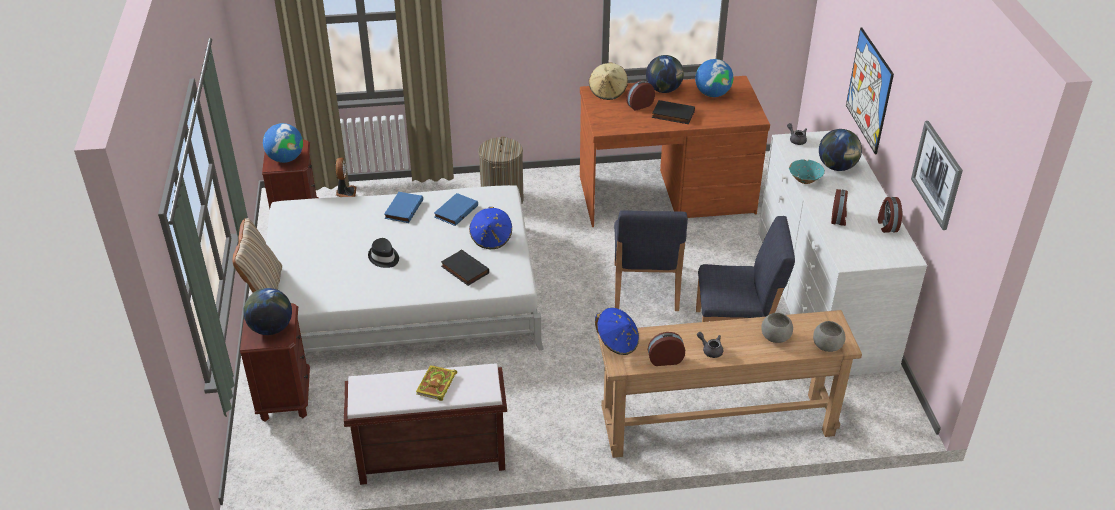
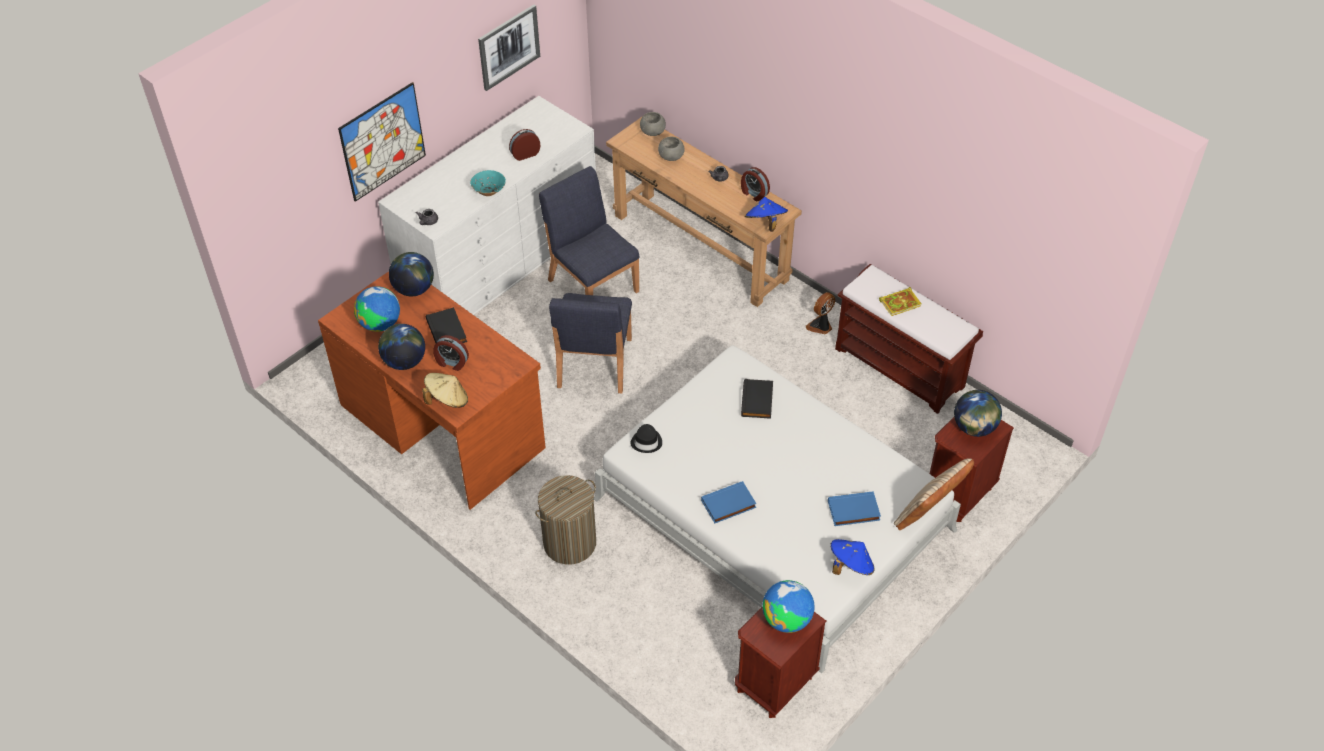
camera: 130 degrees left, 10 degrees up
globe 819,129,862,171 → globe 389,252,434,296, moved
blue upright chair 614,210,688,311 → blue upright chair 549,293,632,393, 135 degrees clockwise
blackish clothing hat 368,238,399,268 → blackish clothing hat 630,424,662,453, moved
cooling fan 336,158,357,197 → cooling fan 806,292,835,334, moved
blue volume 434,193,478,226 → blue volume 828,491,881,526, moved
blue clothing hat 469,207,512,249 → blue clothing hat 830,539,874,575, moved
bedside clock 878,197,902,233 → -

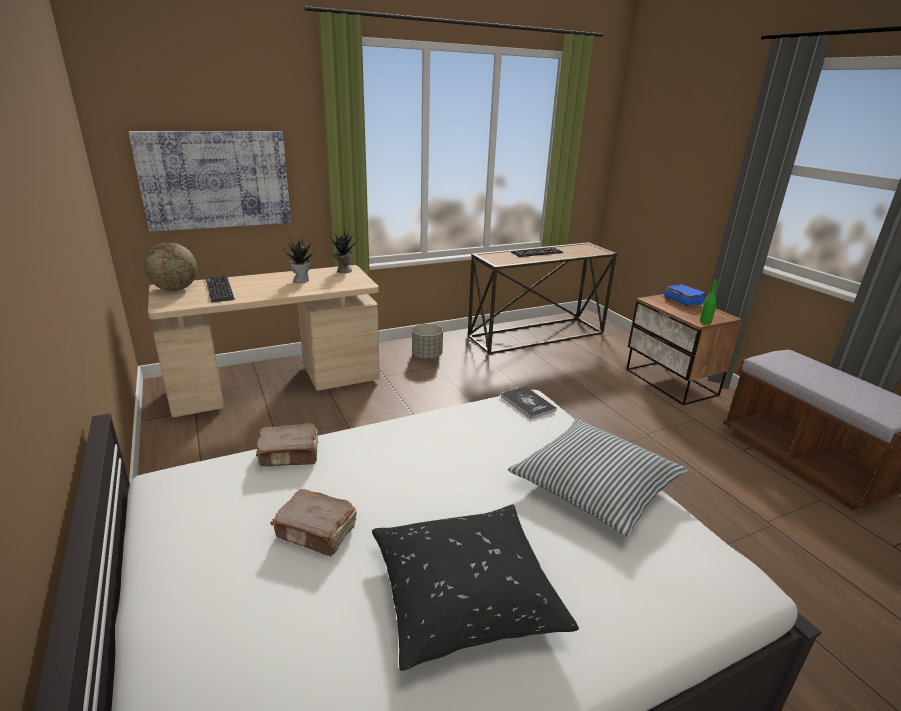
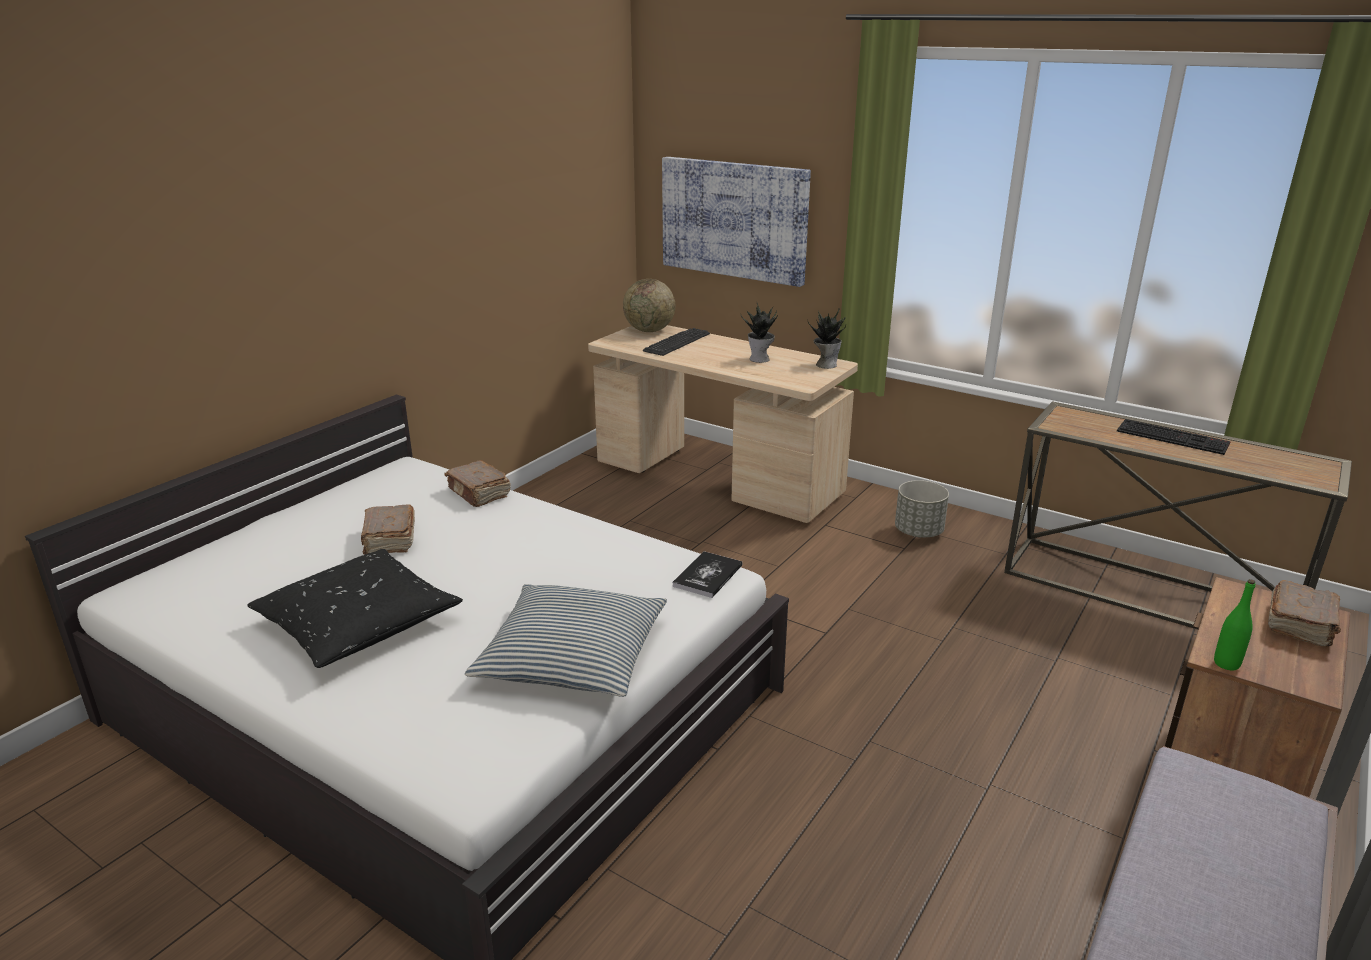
camera: 60 degrees right, 0 degrees up
blue volume 664,284,707,306 → brown volume 1268,580,1341,647

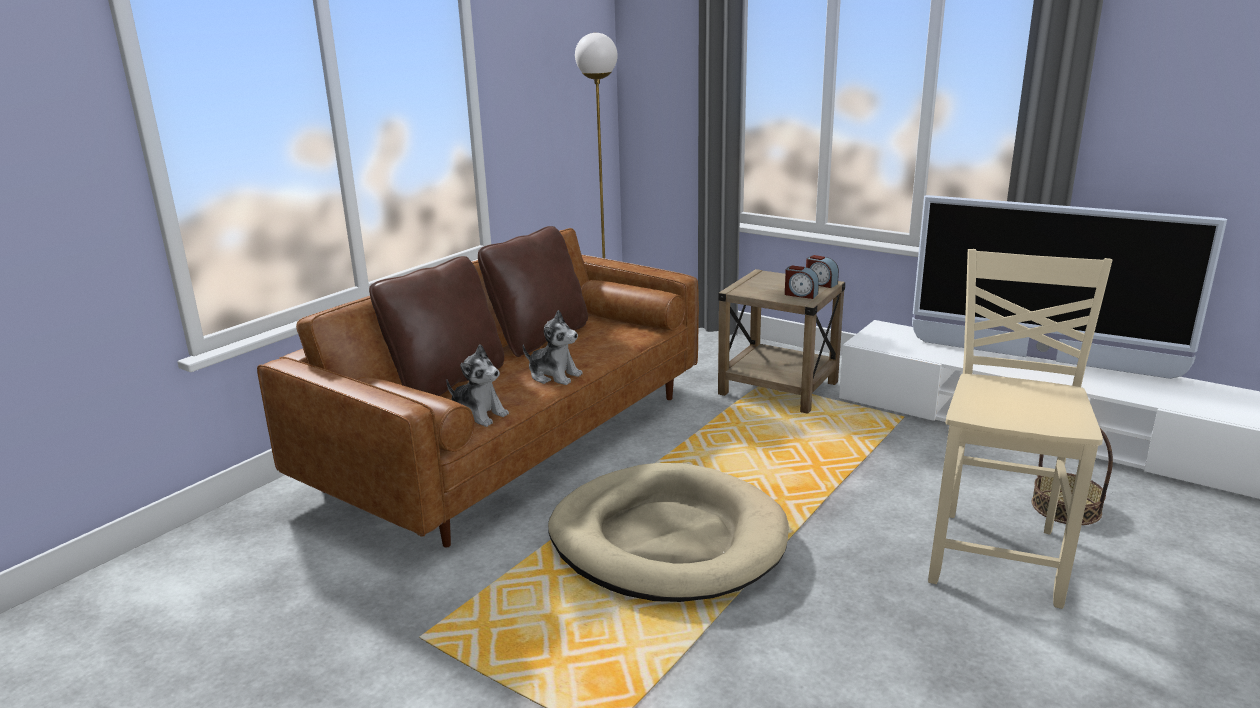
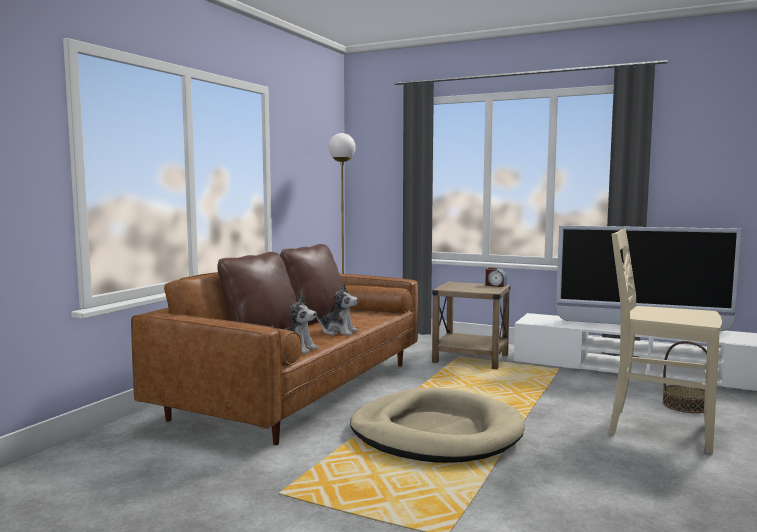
camera: 10 degrees left, 15 degrees down
sand-coloured upright chair 928,249,1113,609 → sand-coloured upright chair 609,228,722,454, 75 degrees counterclockwise
bedside clock 785,266,819,299 → -

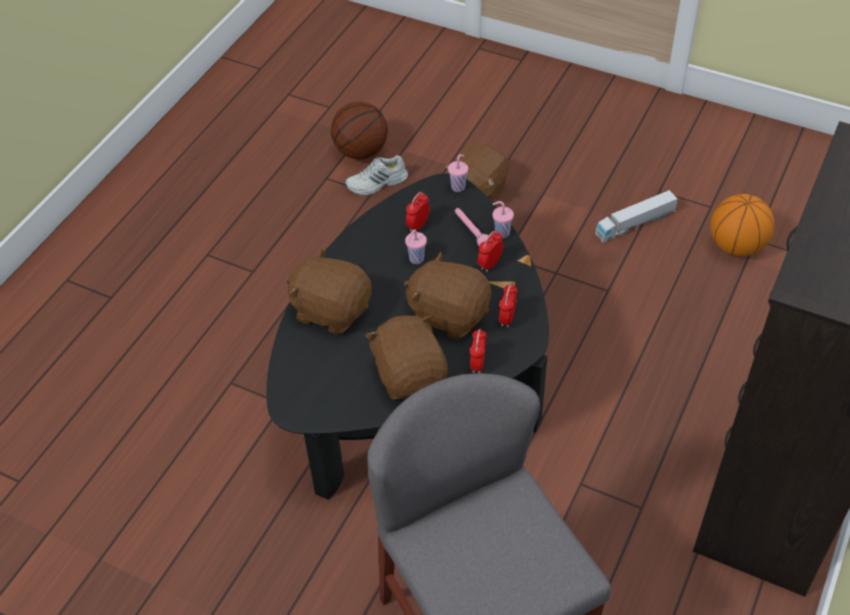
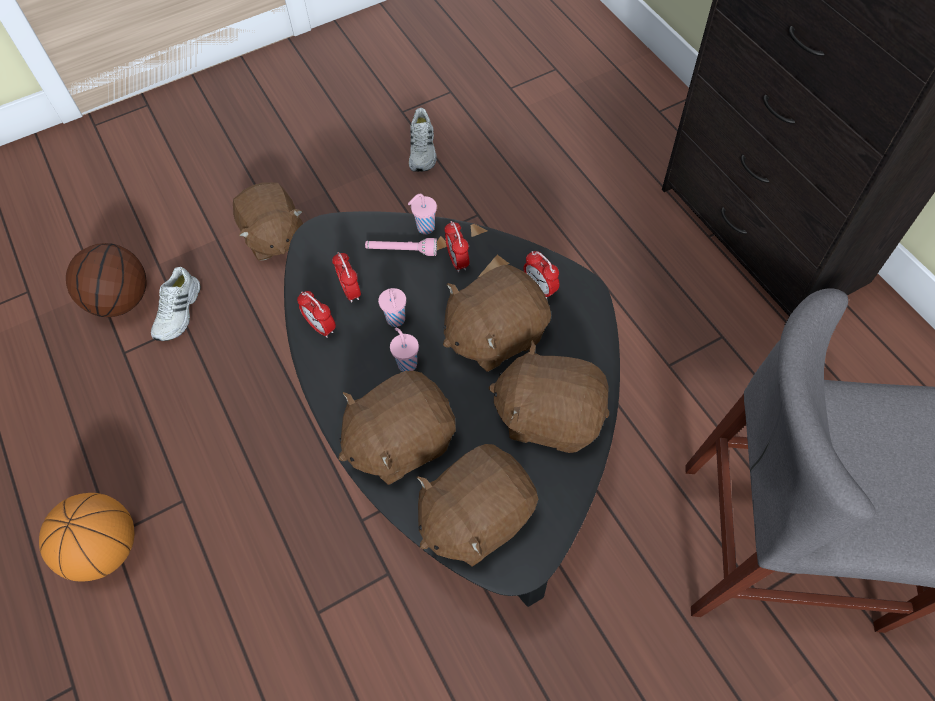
camera: 55 degrees left, 10 degrees up
basketball 711,194,774,256 → basketball 39,493,134,581, moved
bedside clock 469,329,487,373 → bedside clock 297,291,336,338, moved
pinkish drinking cup 448,154,468,192 → pinkish drinking cup 390,327,419,372, moved
model truck 595,190,678,243 → white-coloured item of footwear 409,108,437,172
- → brown plush toy 417,444,538,567

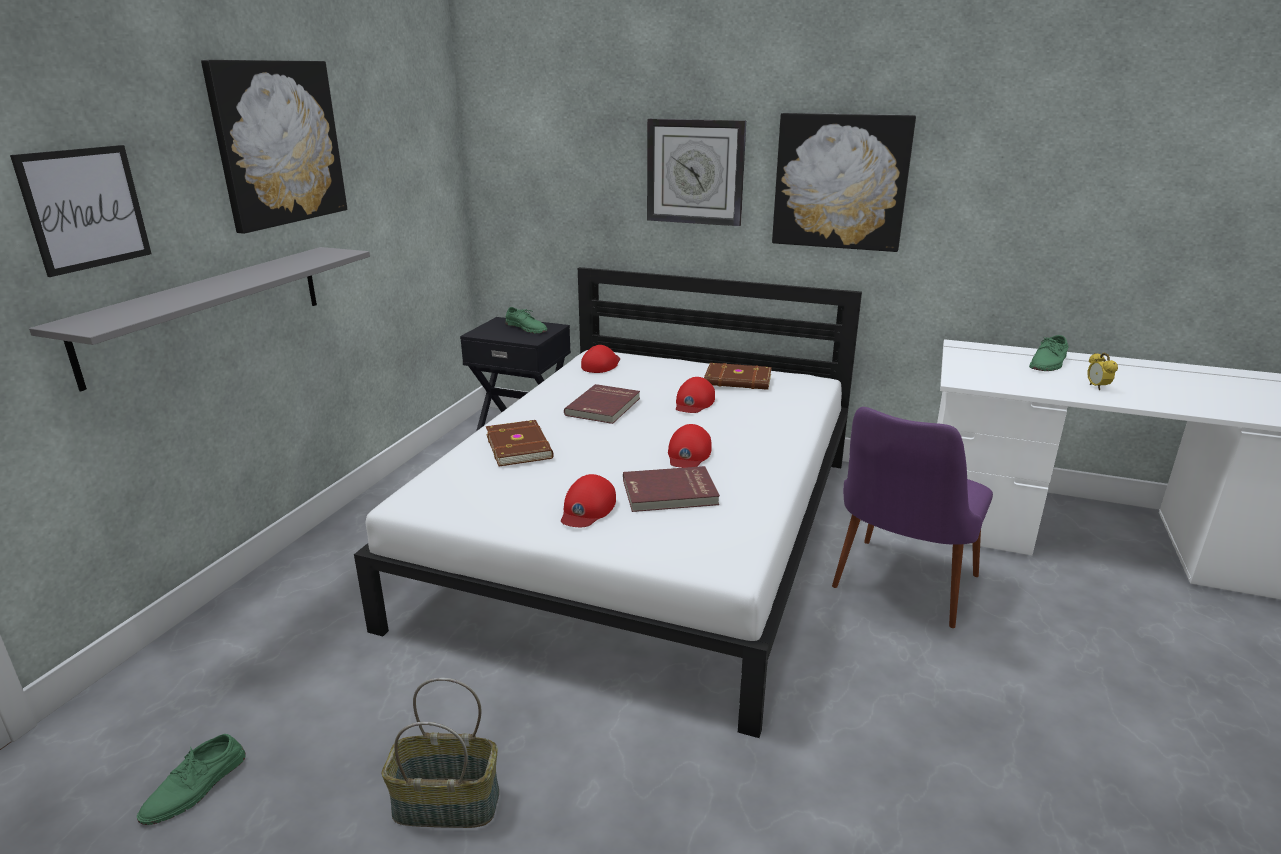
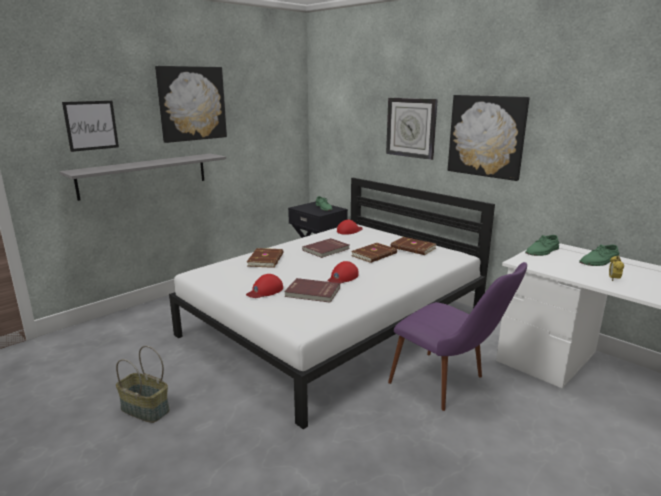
camera: 25 degrees right, 5 degrees down
reddish peaked cap 676,377,715,413 → brown volume 351,243,397,263
purple-coloured upright chair 832,407,993,628 → purple-coloured upright chair 388,262,527,411, 105 degrees counterclockwise
greenish item of footwear 137,734,246,825 → greenish item of footwear 525,235,559,256, moved

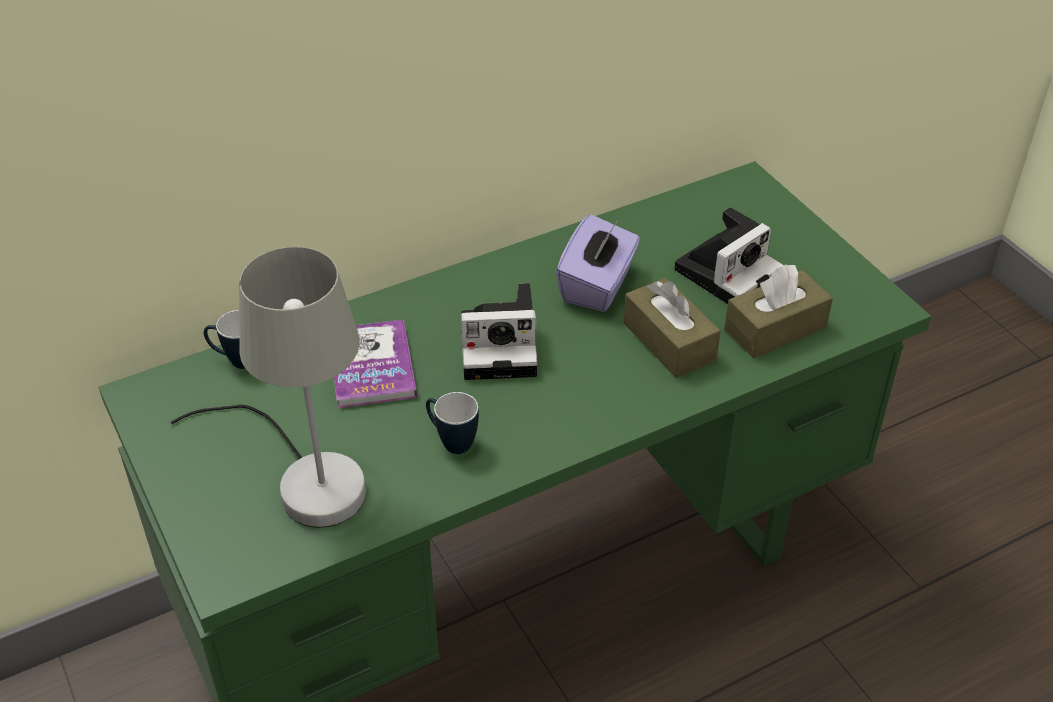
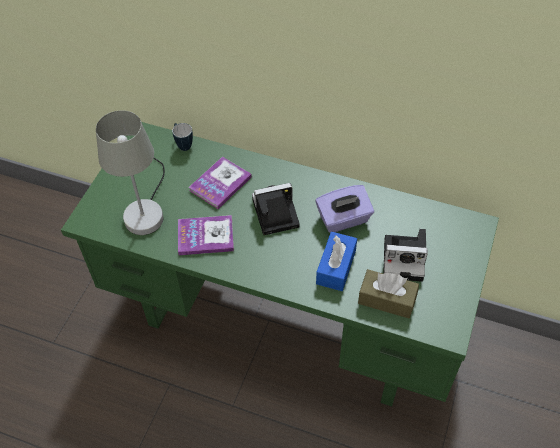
camera: 50 degrees right, 10 degrees up
mug 426,392,479,454 → volume 178,215,234,255
photo camera 461,283,538,380 → photo camera 252,183,300,235, 120 degrees clockwise
brown tissue box 624,278,721,378 → blue tissue box 316,232,357,291

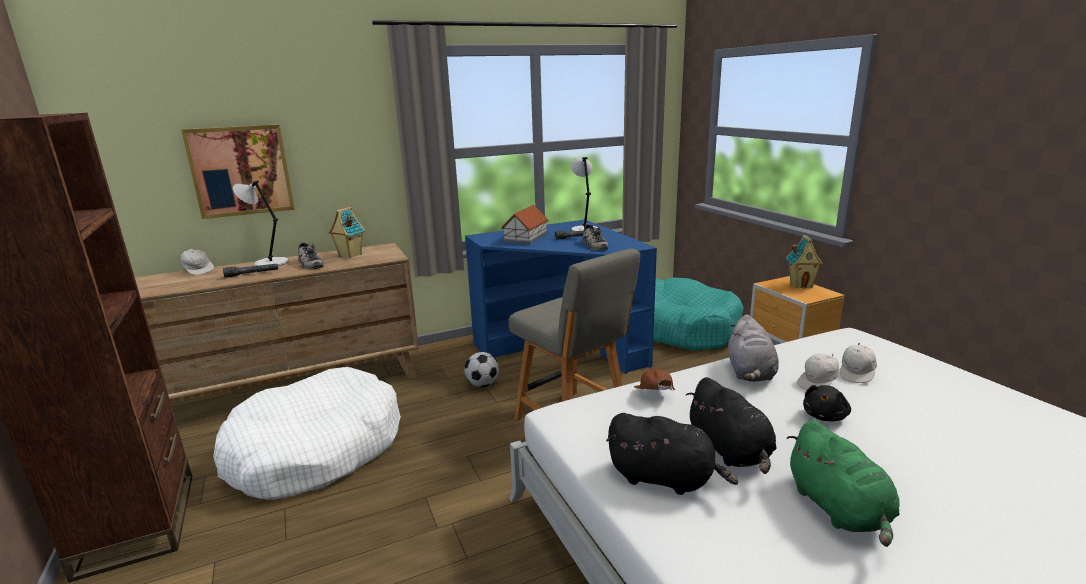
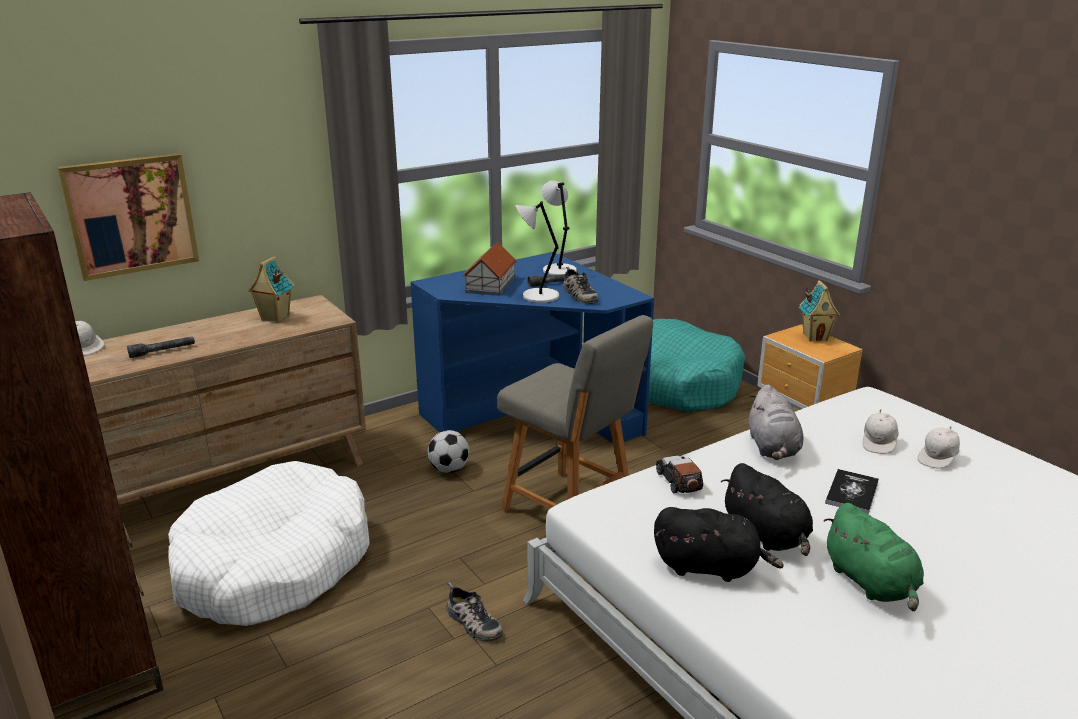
camera: 10 degrees left, 5 degrees up
item of footwear 298,241,324,269 → item of footwear 446,582,503,642, moved
grey lamp for a table 233,181,288,266 → grey lamp for a table 515,201,559,303, moved
brown peaked cap 634,369,675,390 → miniature car 656,455,703,494
blackish plush toy 803,385,851,421 → volume 825,469,879,514
white-coloured peaked cap 797,354,839,390 → white-coloured peaked cap 918,426,960,469, moved

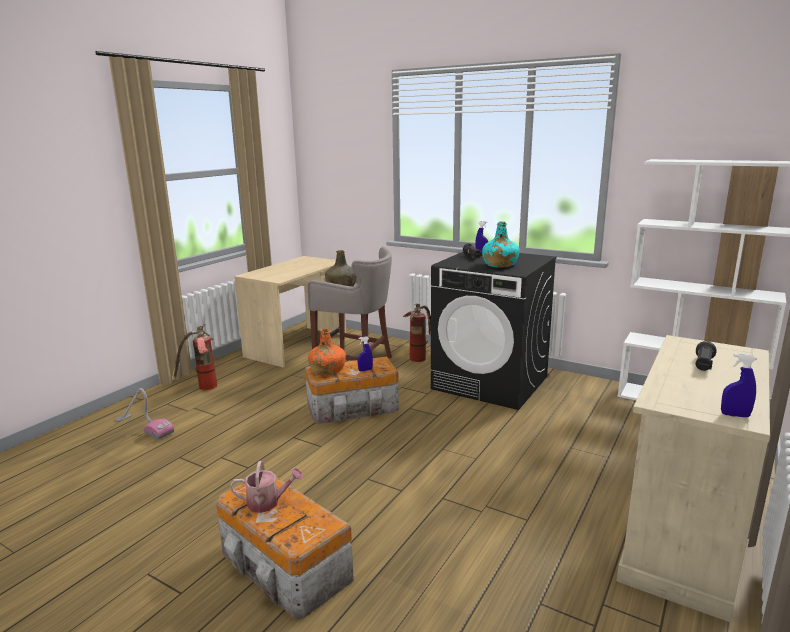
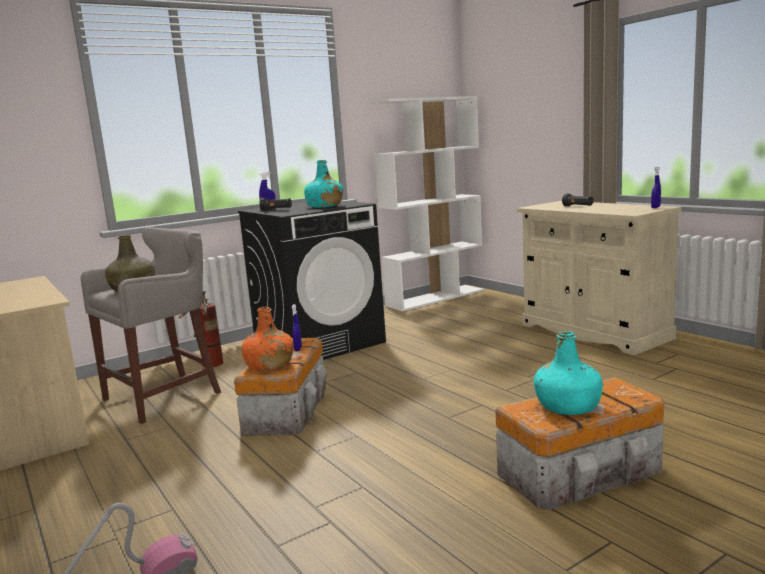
camera: 65 degrees left, 5 degrees down
watering can 230,461,303,513 → turquoise drink bottle 533,331,603,415
fire-fighting cylinder 171,325,217,390 → -

